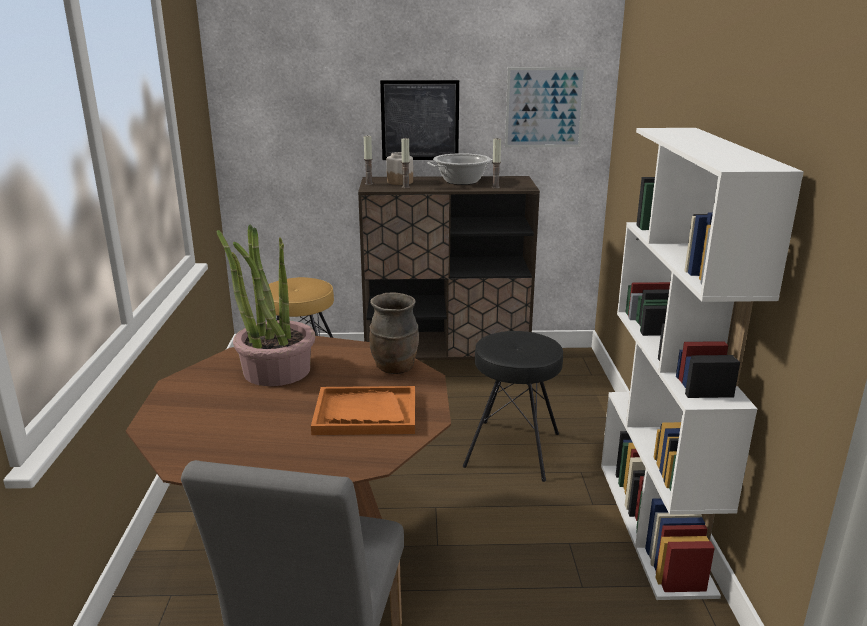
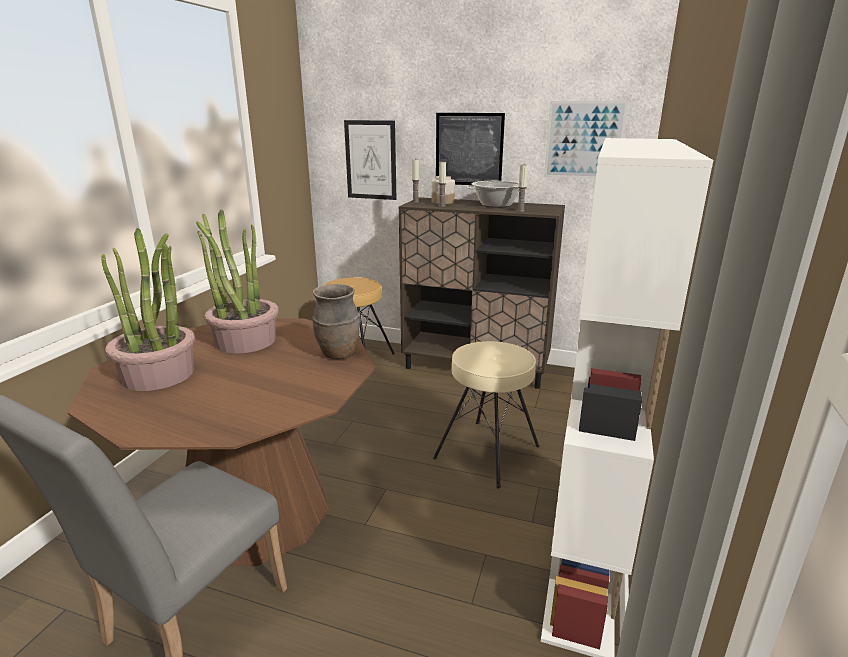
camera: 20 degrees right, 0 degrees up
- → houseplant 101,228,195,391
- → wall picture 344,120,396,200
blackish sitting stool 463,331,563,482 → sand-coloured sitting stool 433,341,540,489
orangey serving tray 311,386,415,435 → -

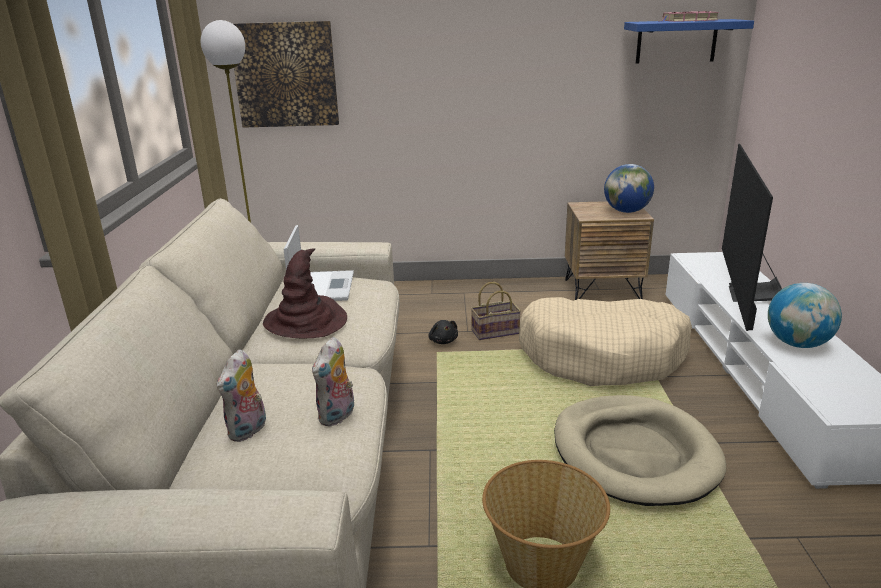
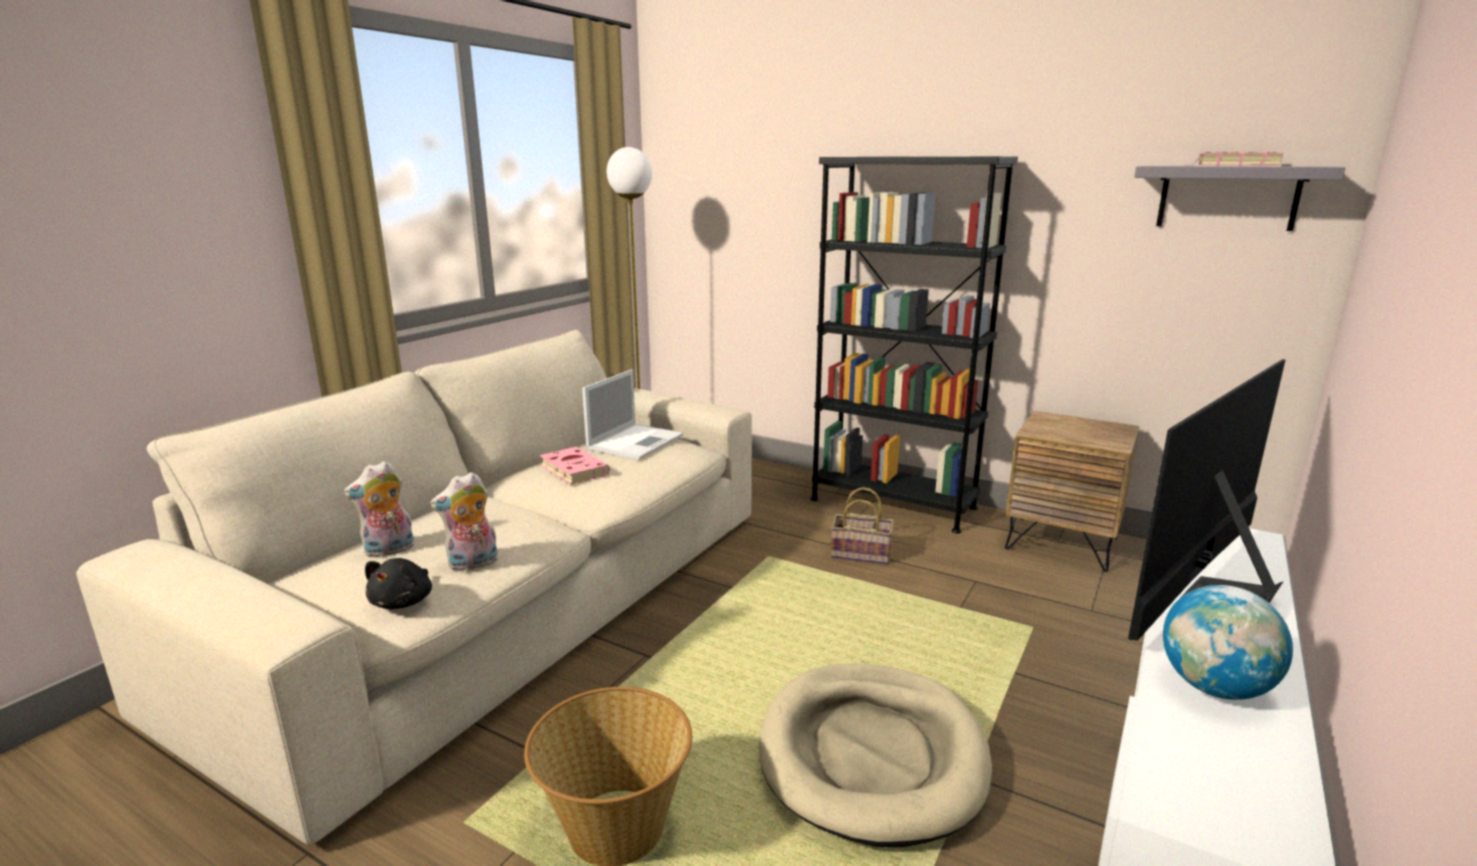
camera: 30 degrees right, 5 degrees down
blackish plush toy 428,320,458,344 → blackish plush toy 365,558,432,609, moved
brown clothing hat 263,248,347,338 → pinkish volume 540,447,610,485
- → blackish bookcase 810,156,1018,534
blue shelf 624,19,754,64 → grey shelf 1134,166,1345,231
wall picture 234,21,339,128 → -
sand-coloured dog bed 519,297,692,386 → -
globe 604,164,654,213 → -

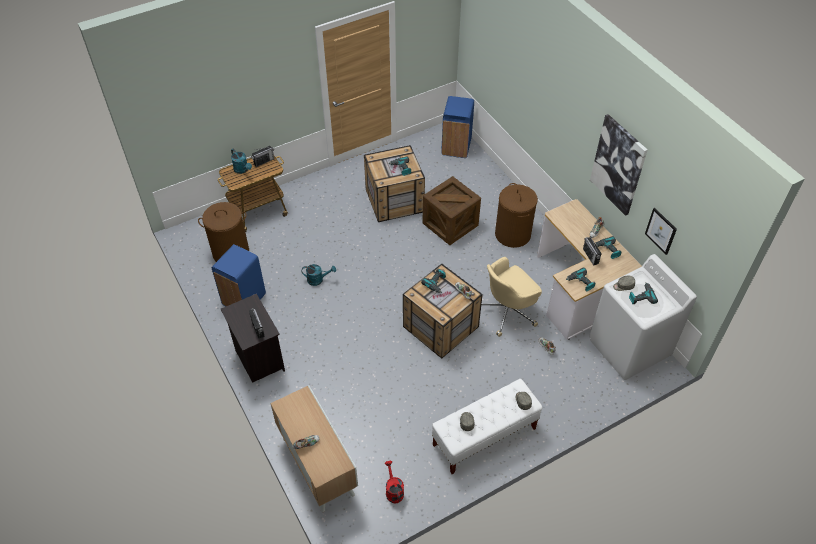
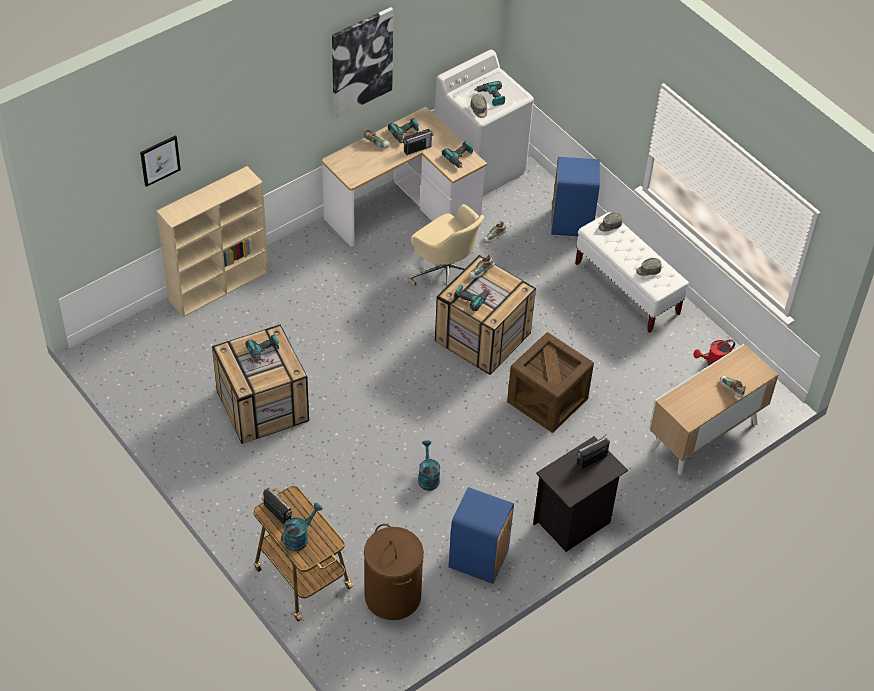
camera: 100 degrees left, 0 degrees up
wall picture 645,208,677,255 → wall picture 140,135,181,187, moved
- → sand-coloured bookcase 156,166,269,317
packing crate 422,176,481,245 → packing crate 507,332,594,433, moved
blue rubbish bin 441,96,474,158 → blue rubbish bin 551,157,600,236, moved
brown laundry basket 495,183,538,248 → -

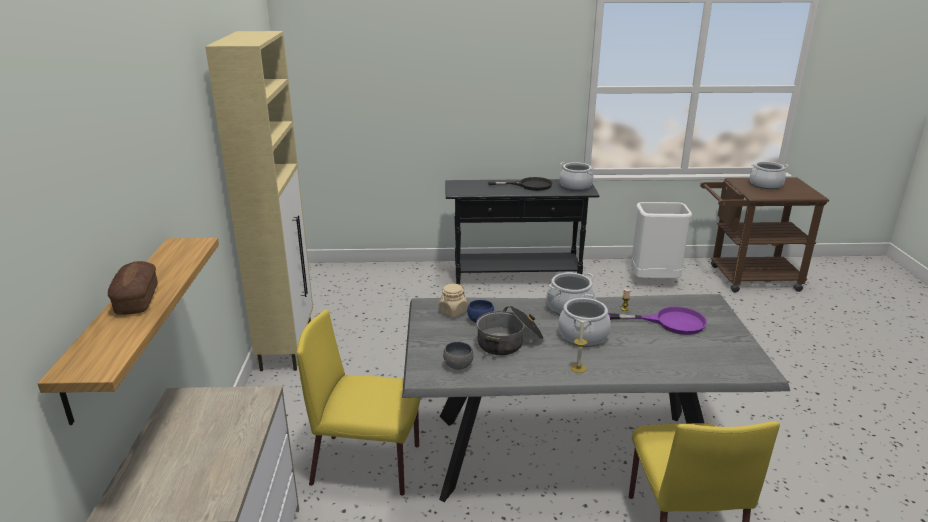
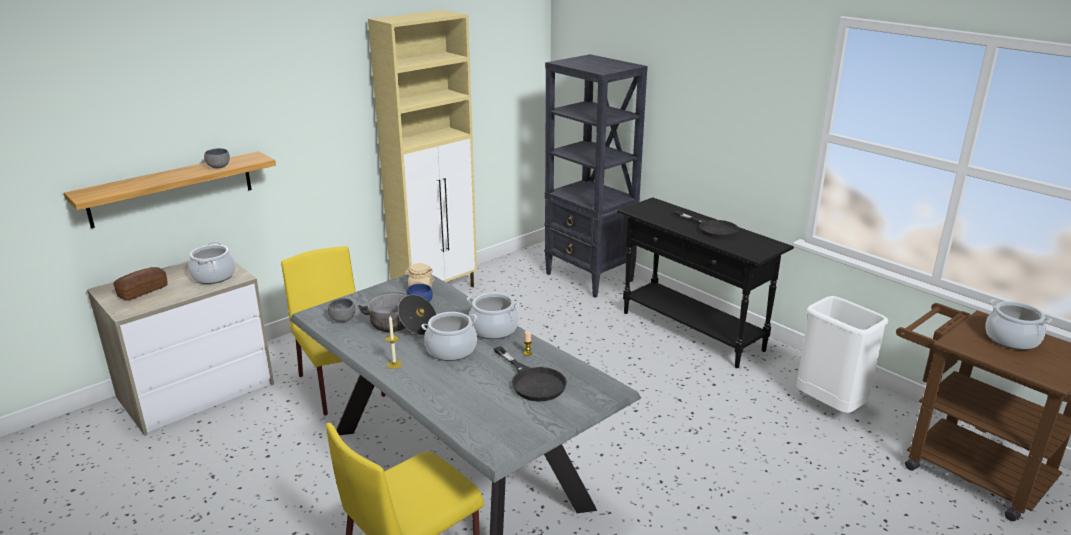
camera: 50 degrees right, 0 degrees up
bakery bread 108,261,158,315 → bakery bread 114,267,167,300, moved
saucepot 560,162,595,191 → saucepot 188,241,235,284, moved
- → grey bowl 204,148,230,168
purple-coloured skillet 608,306,707,335 → blackish skillet 494,346,567,402
- → blackish bookcase 544,54,648,298

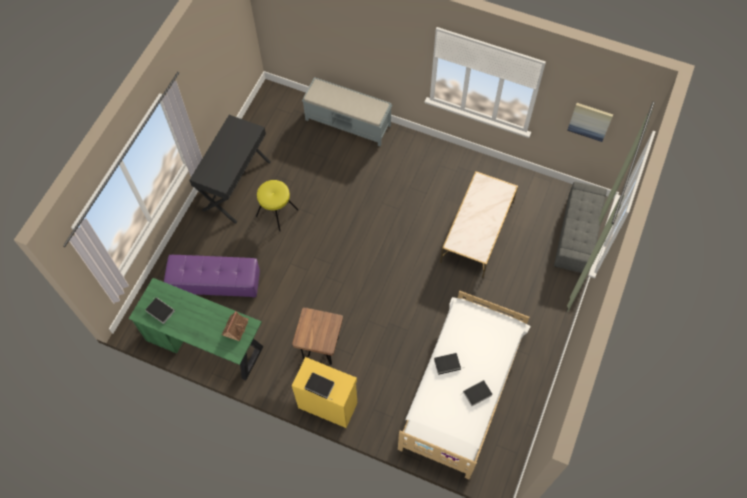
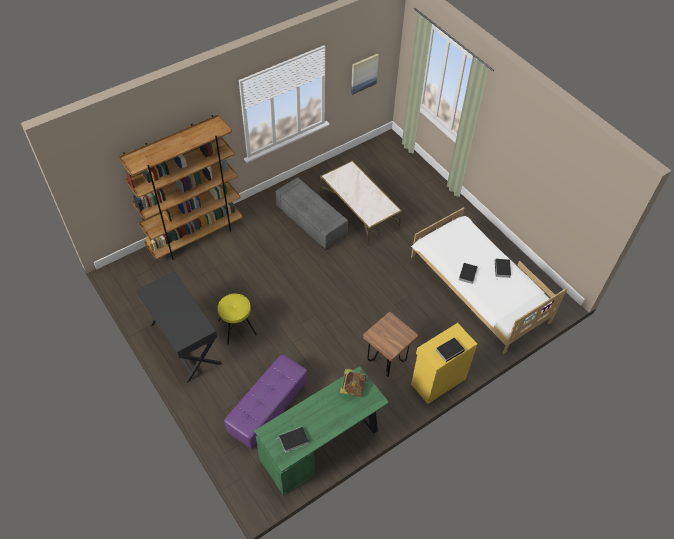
camera: 60 degrees left, 10 degrees down
grey bench 302,77,392,146 → brown bookcase 119,114,243,260
grey footrest 554,182,607,273 → grey footrest 276,177,348,250, moved
miniature house 222,311,249,341 → volume 340,369,366,397

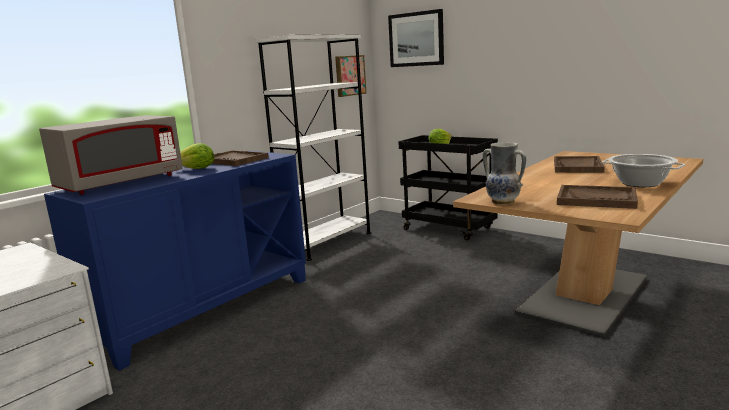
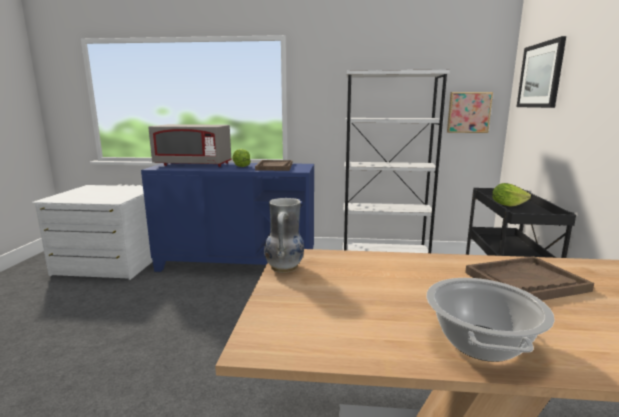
camera: 55 degrees right, 0 degrees up
brown serving tray 557,185,638,209 → -

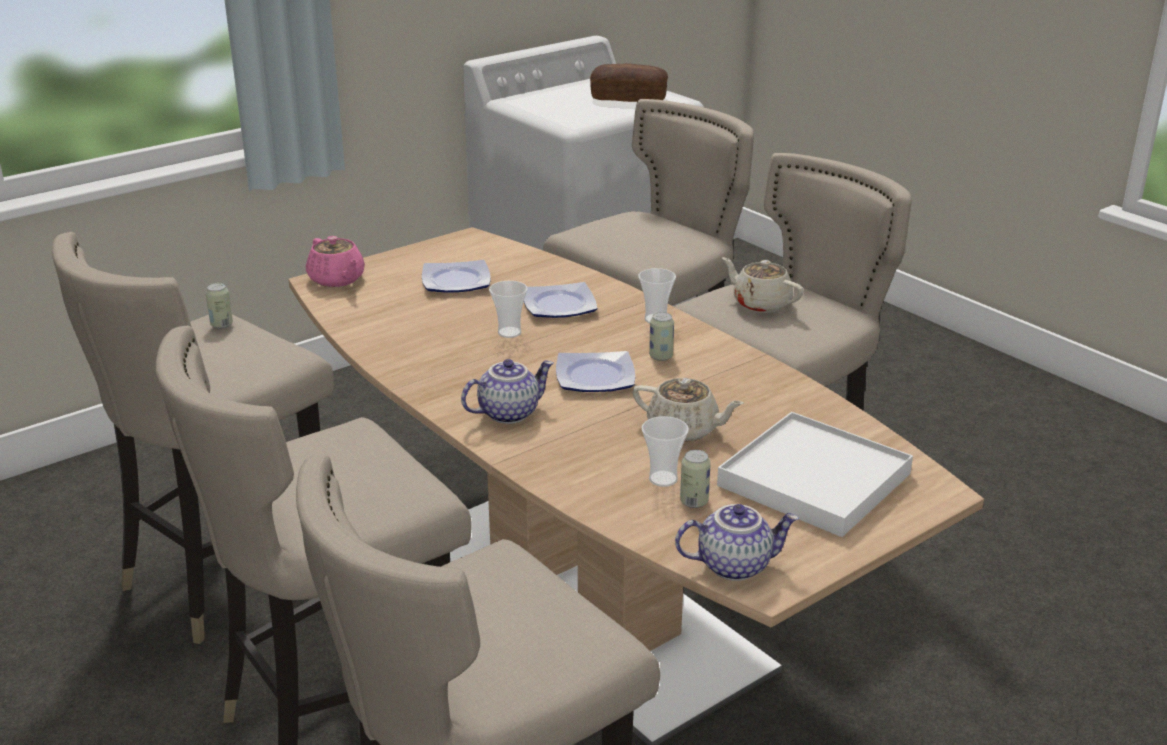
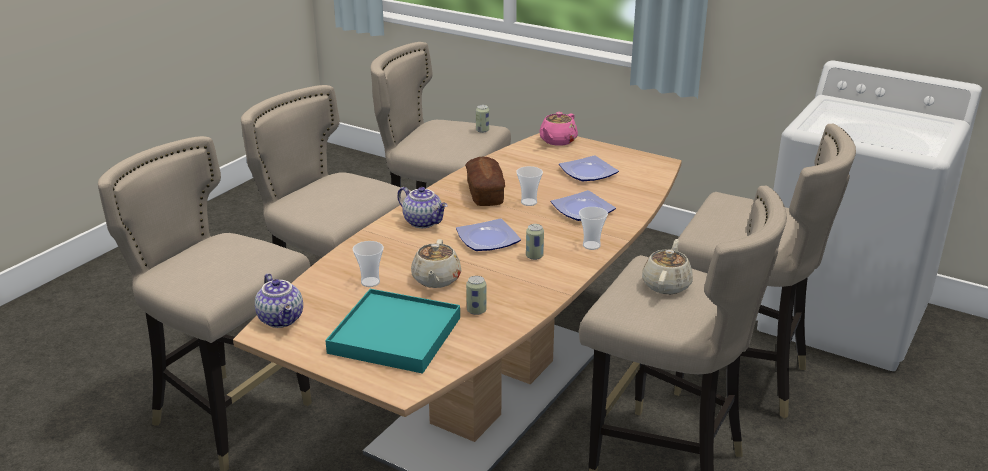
camera: 70 degrees right, 0 degrees up
white-coloured serving tray 717,412,913,537 → turquoise serving tray 325,289,460,374
bakery bread 590,64,668,102 → bakery bread 465,157,505,206, moved
metal can 680,450,711,508 → metal can 466,276,486,315, moved

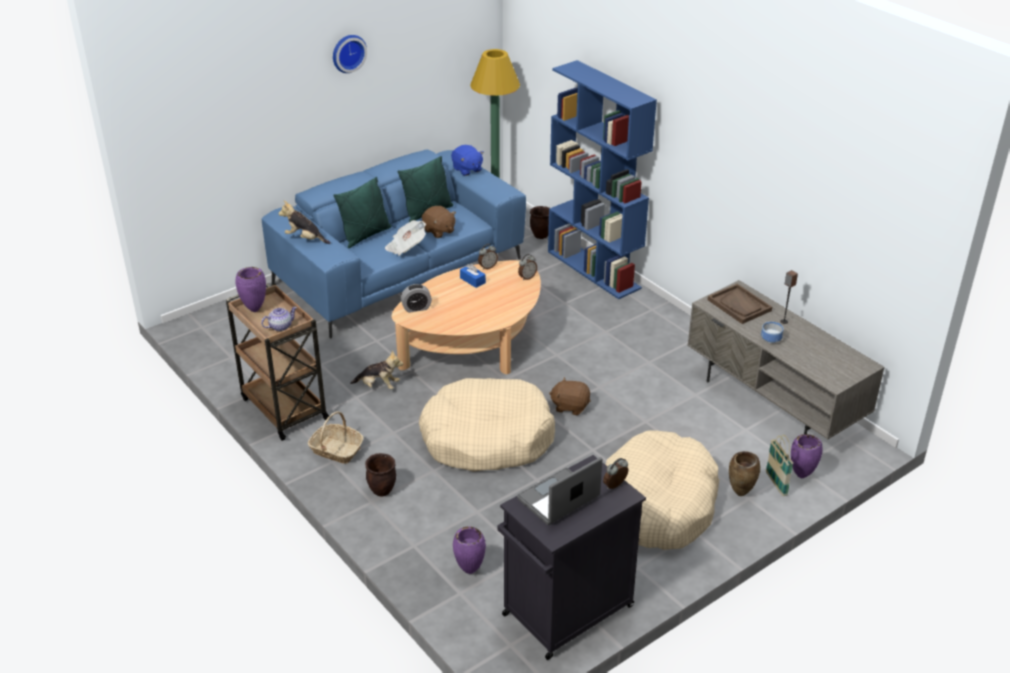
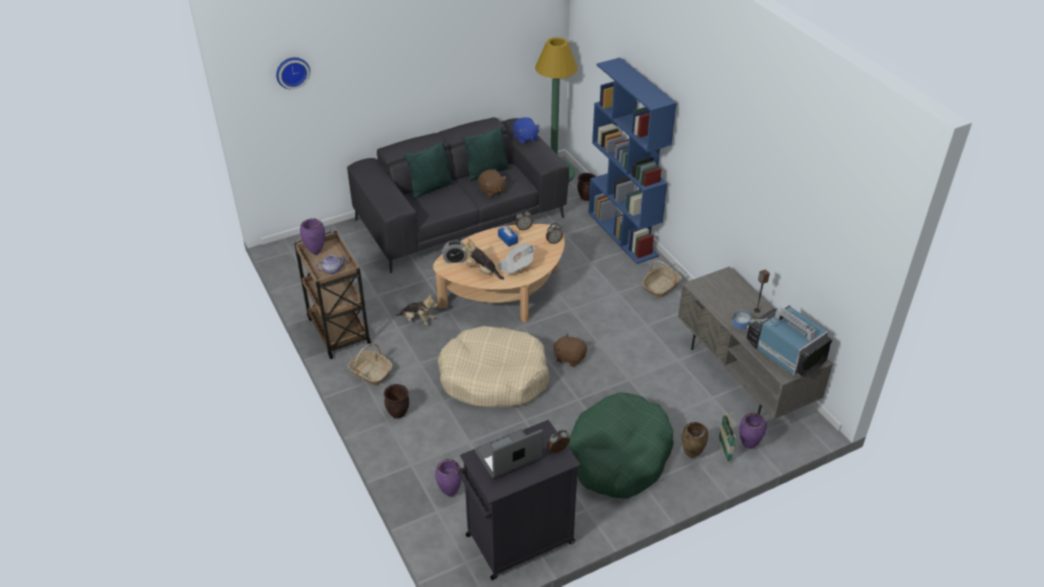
camera: 10 degrees right, 5 degrees up
clock on the wall 333,35,367,73 → clock on the wall 276,57,310,90, moved
blue couch 262,149,526,338 → grey couch 347,117,569,273
plush toy 278,201,331,244 → plush toy 462,238,504,280, moved
printed paper 385,220,426,256 → printed paper 497,243,535,276, moved
sand-coloured dog bed 605,430,719,550 → greenish dog bed 568,393,674,499
- → basket 642,260,682,298
- → TV 746,305,832,377
brown serving tray 708,284,772,324 → -

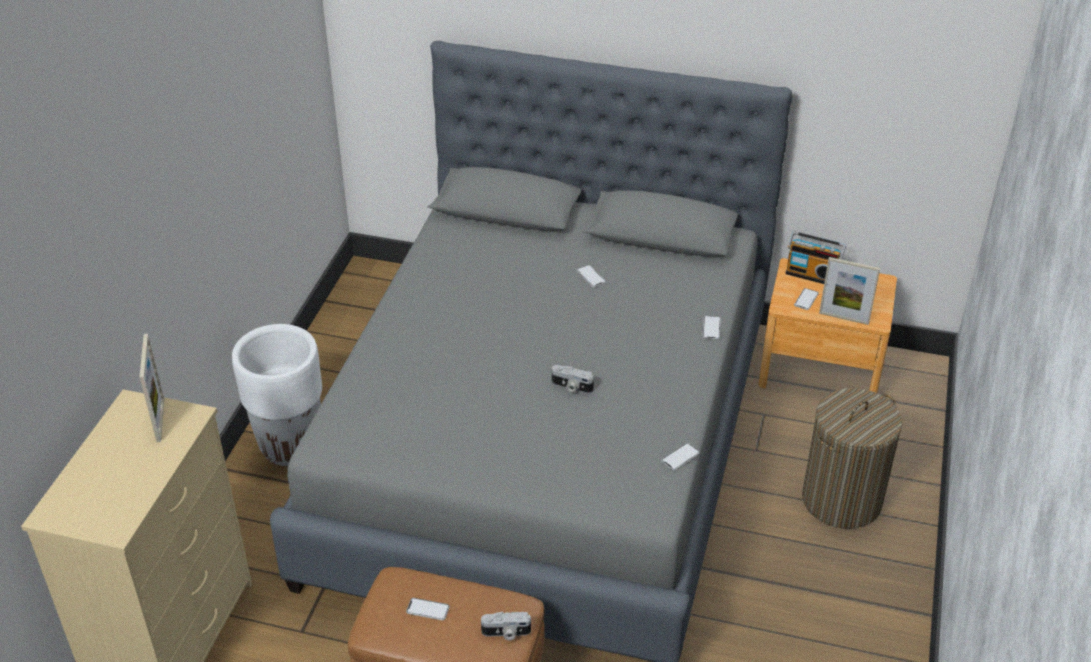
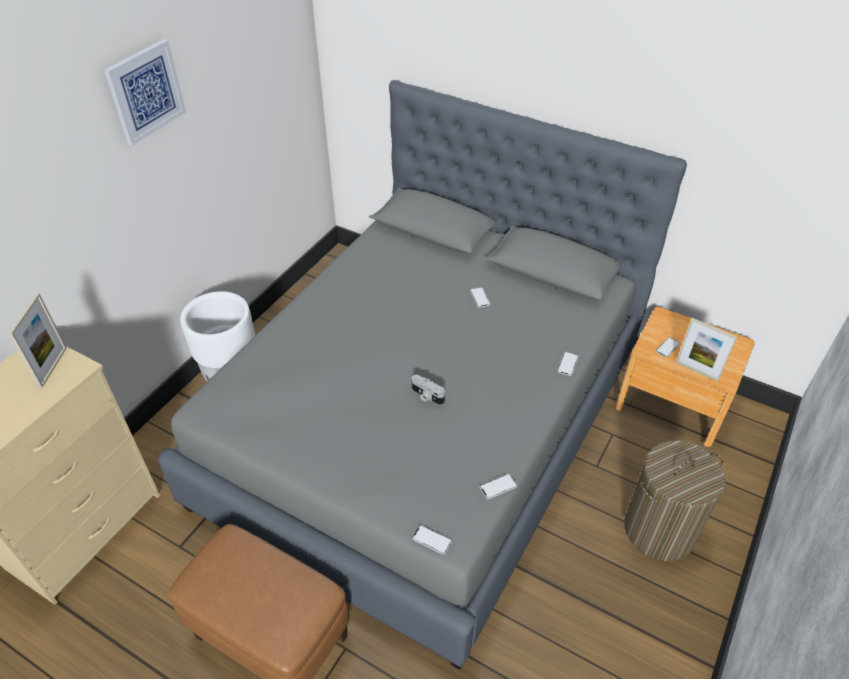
camera: 15 degrees right, 5 degrees up
- → wall picture 104,39,186,145
telephone 406,598,450,620 → telephone 412,525,452,554, moved
photo camera 481,612,531,640 → -
radio receiver 785,231,846,284 → -

